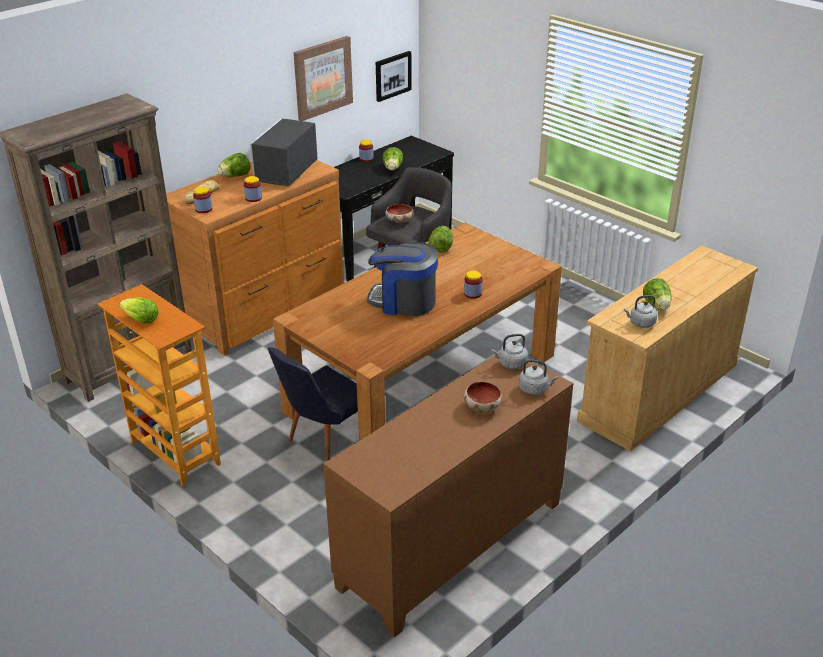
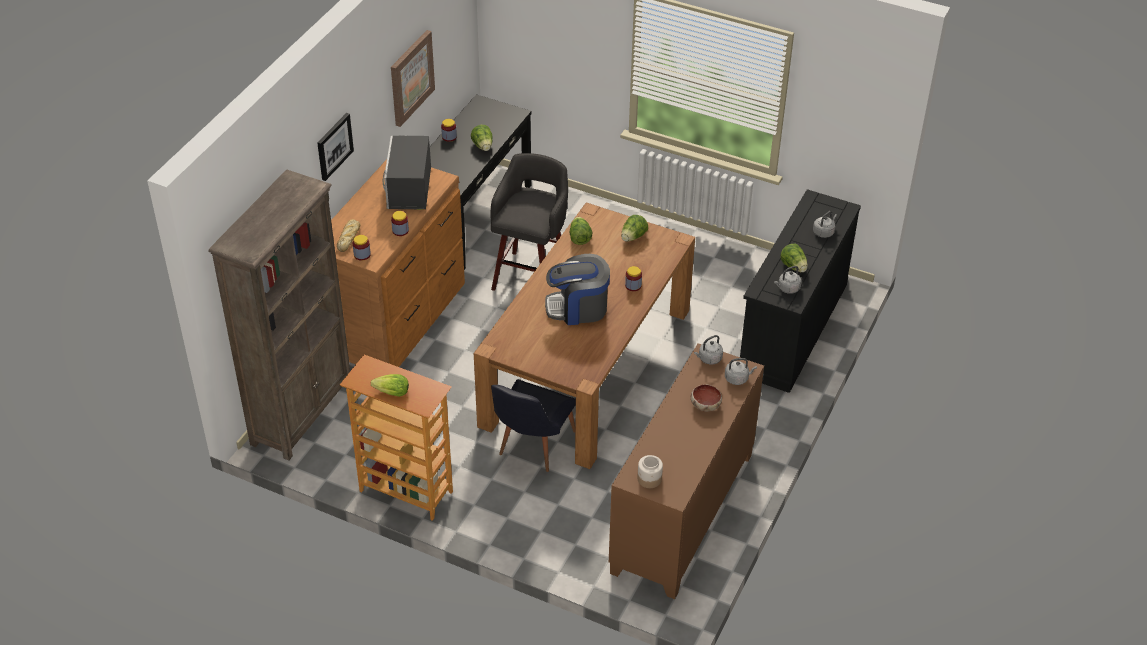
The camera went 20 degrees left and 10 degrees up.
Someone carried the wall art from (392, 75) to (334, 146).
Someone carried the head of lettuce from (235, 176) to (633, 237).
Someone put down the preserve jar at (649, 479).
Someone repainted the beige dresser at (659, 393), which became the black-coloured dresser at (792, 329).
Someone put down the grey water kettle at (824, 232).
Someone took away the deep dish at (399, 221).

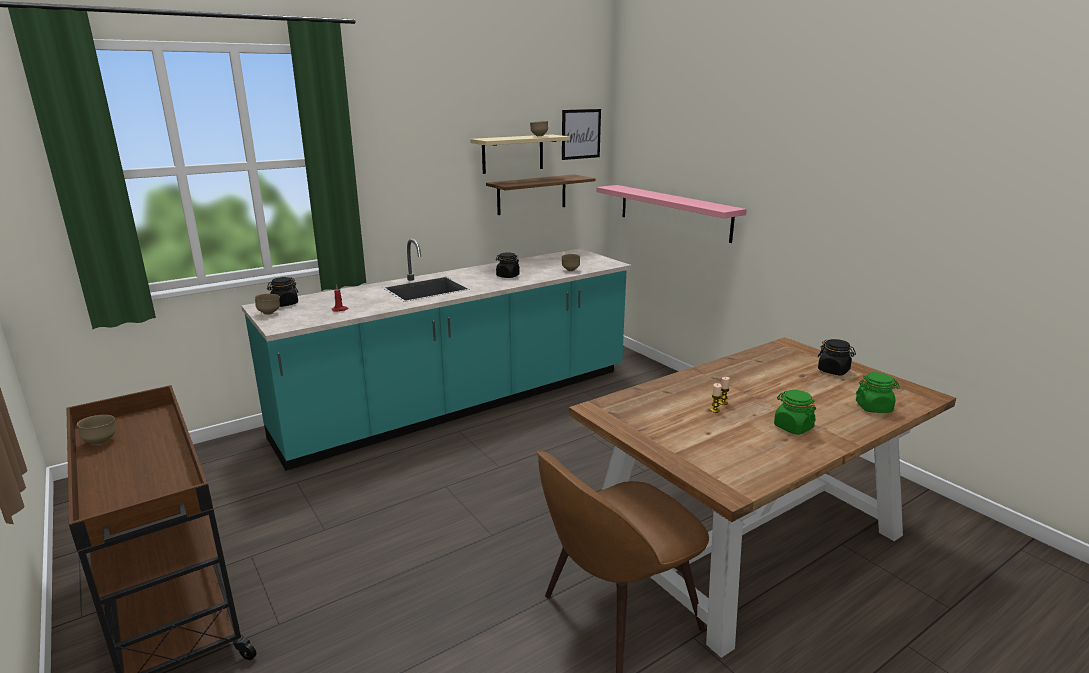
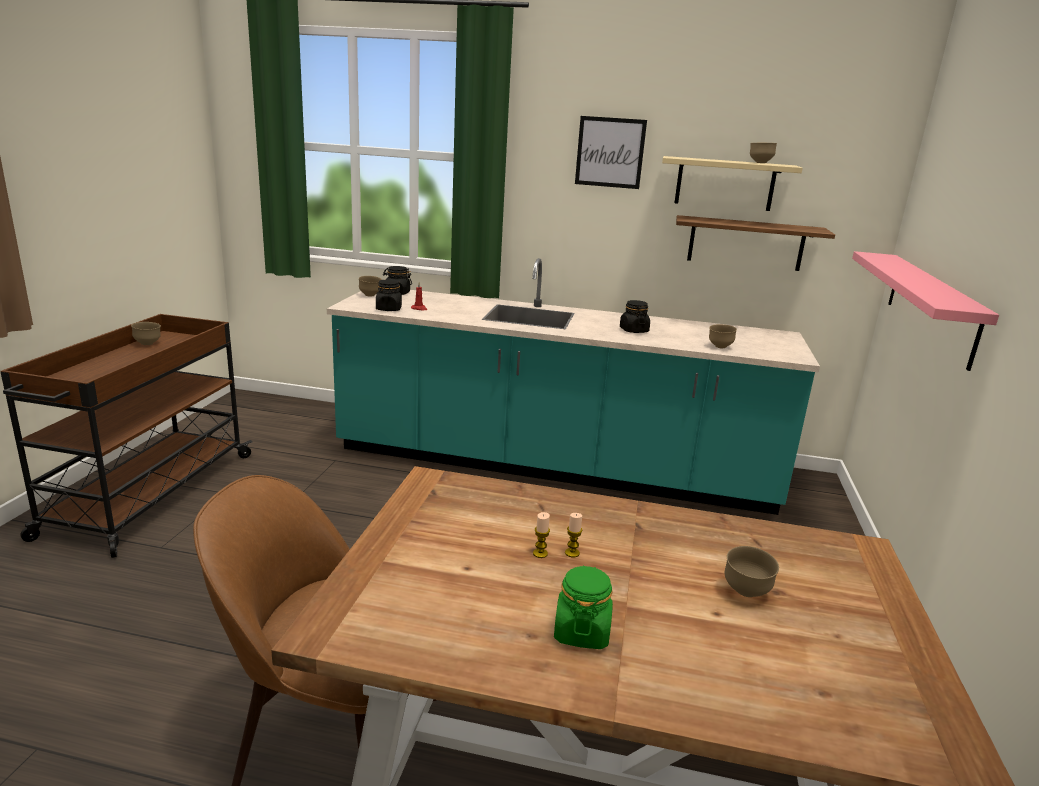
The camera went 45 degrees right and 0 degrees up.
Someone carried the black-coloured preserve jar from (833, 370) to (389, 309).
Someone carried the wall art from (581, 134) to (610, 152).
Someone put down the brown-coloured deep dish at (746, 593).
Someone took away the green-coloured preserve jar at (874, 407).

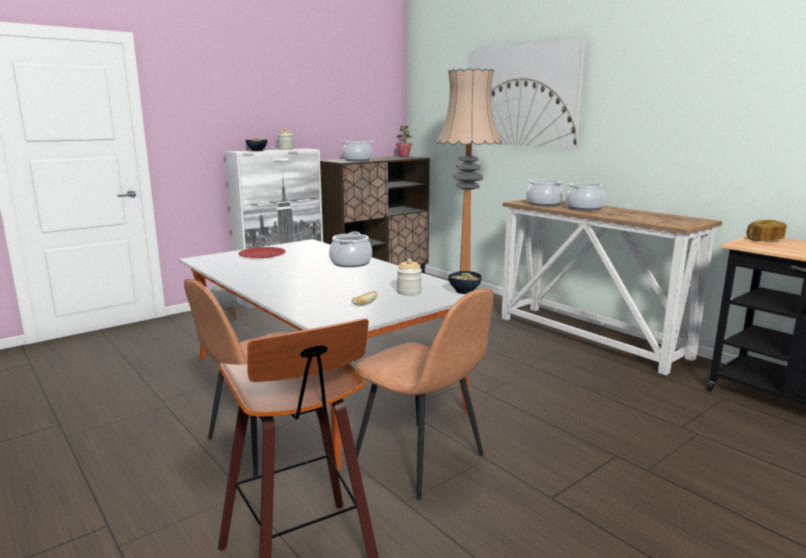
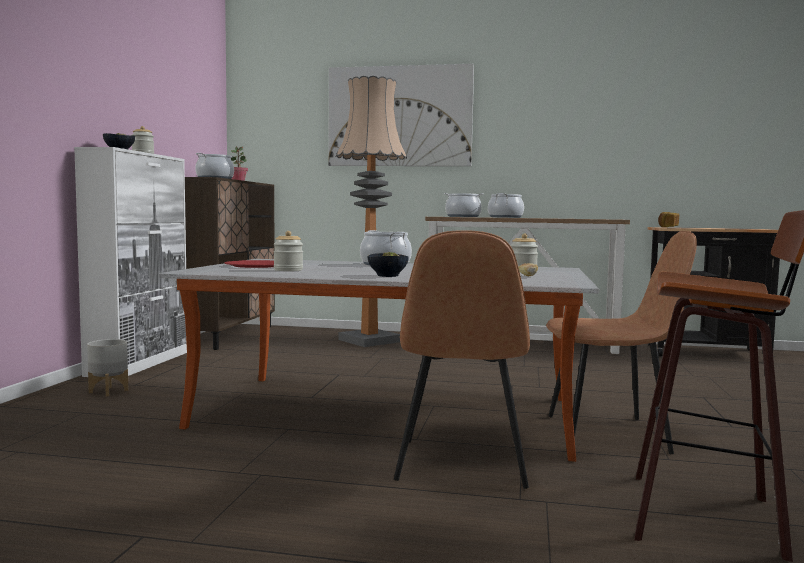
The camera went 40 degrees left and 10 degrees down.
Someone put down the preserve jar at (288, 270).
Someone carried the deep dish from (465, 291) to (388, 276).

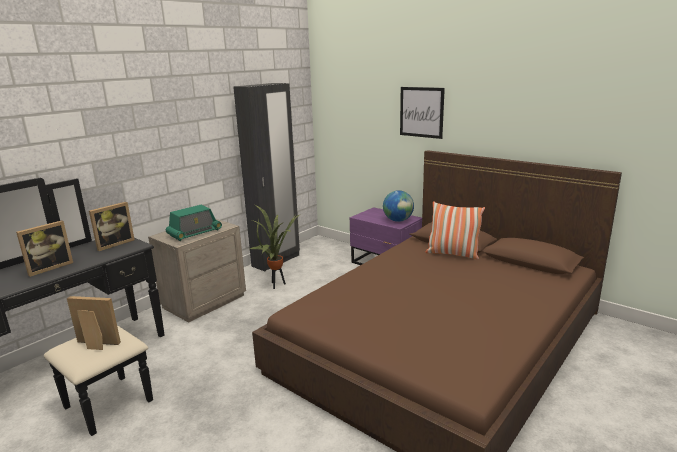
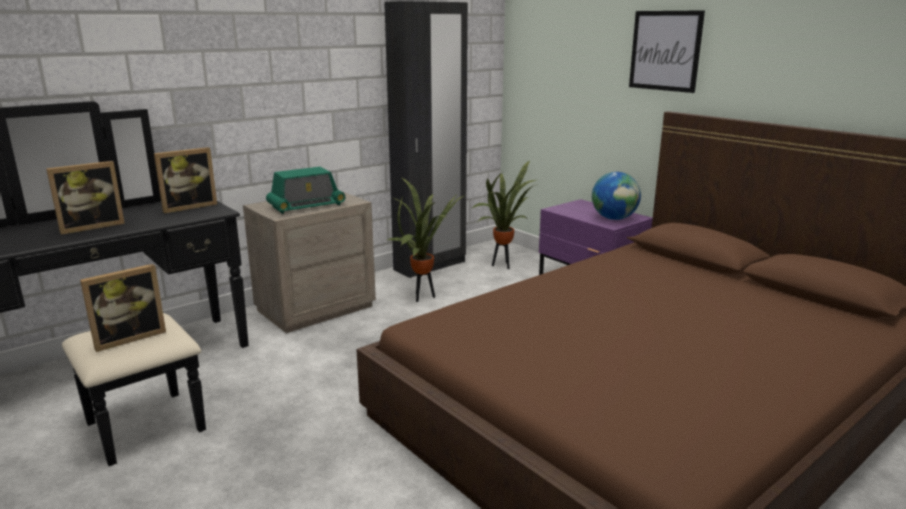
The camera went 10 degrees right and 0 degrees up.
Someone rotated the standing frame at (95, 345) by 120 degrees clockwise.
Someone put down the potted plant at (503, 265).
Someone took away the pillow at (452, 254).

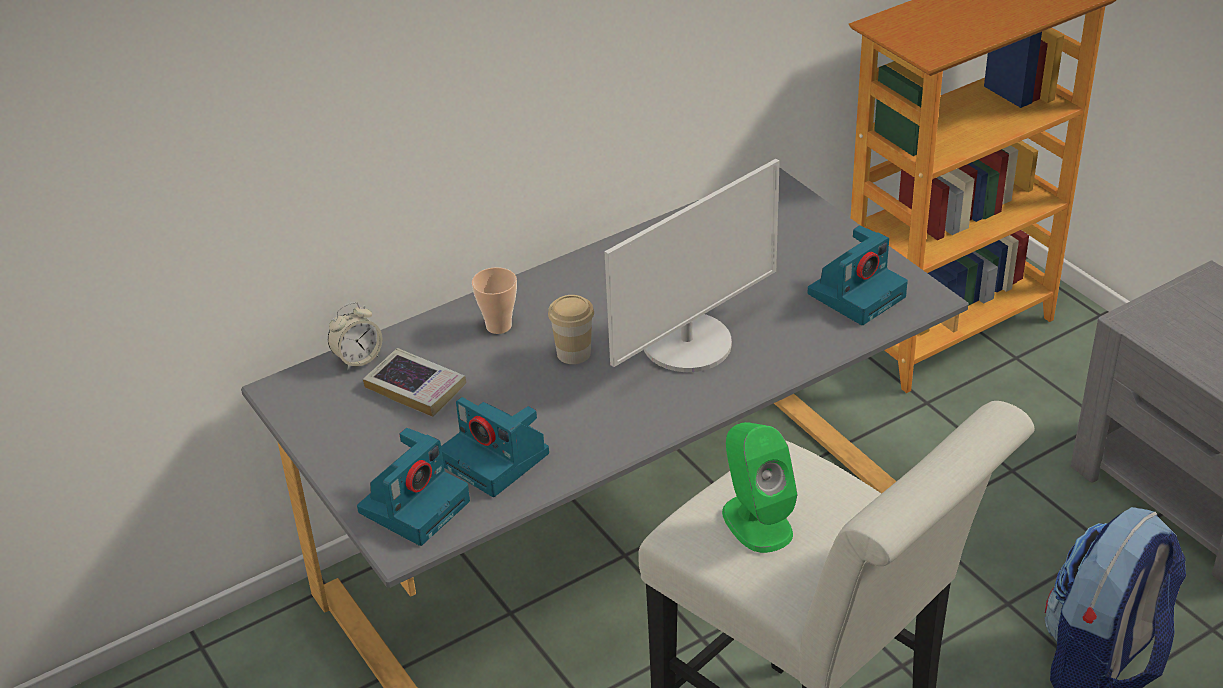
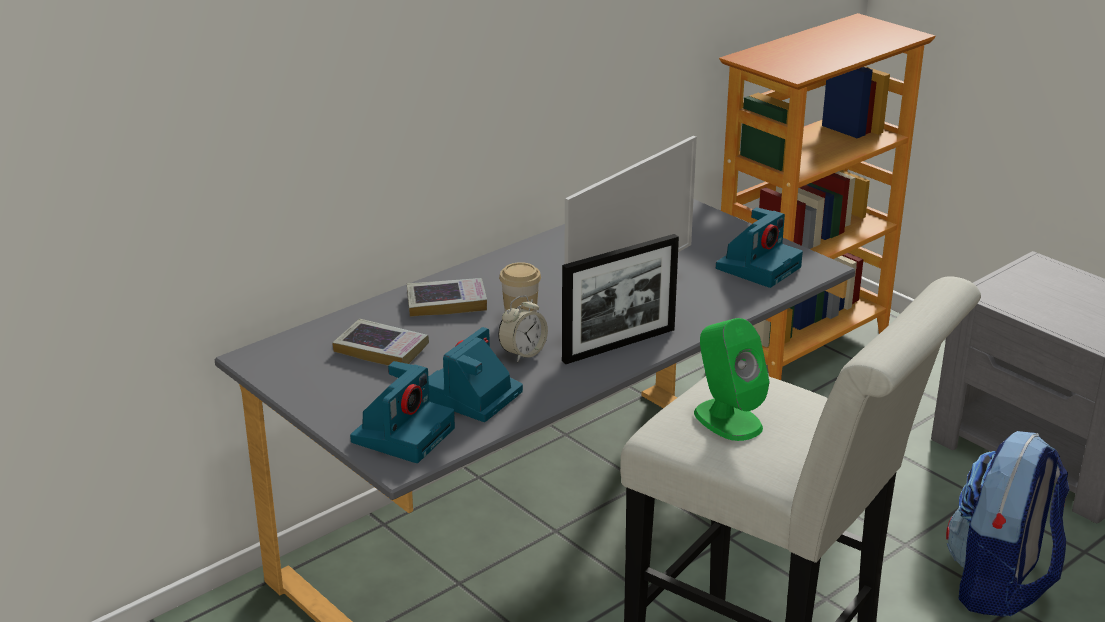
The camera went 10 degrees left and 10 degrees down.
Someone swapped the drinking cup at (498, 326) for the bound book at (446, 303).
Someone rotated the still camera at (498, 460) by 90 degrees clockwise.
Someone carried the alarm clock from (358, 359) to (523, 353).
Someone put down the standing frame at (619, 345).

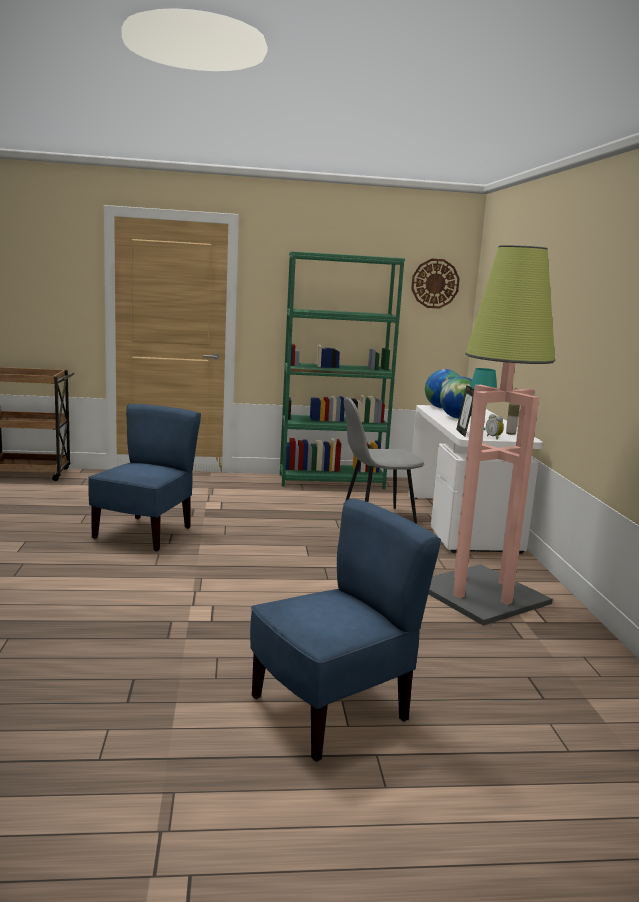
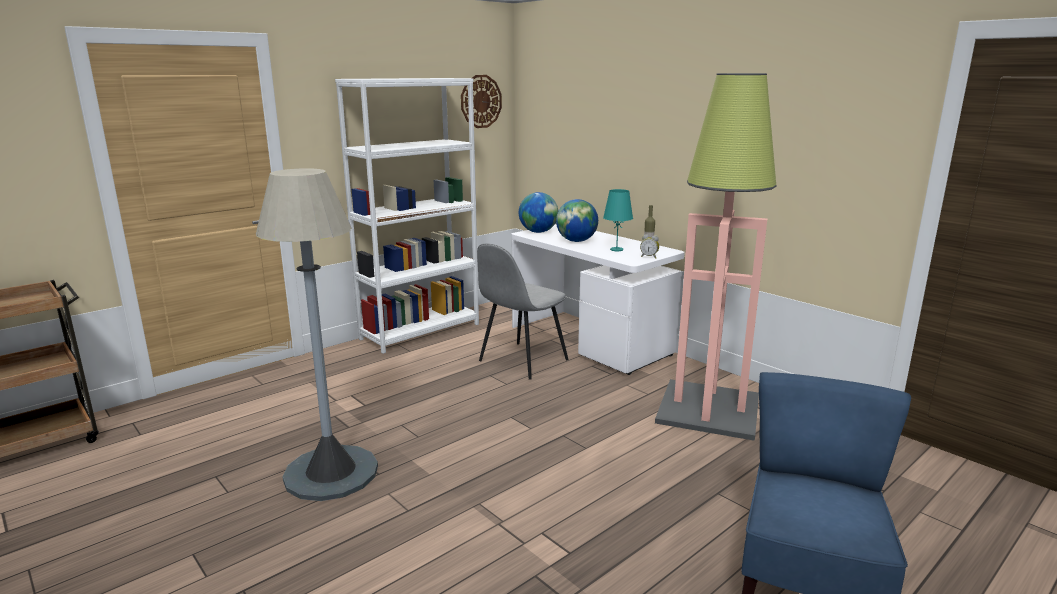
The camera went 35 degrees left and 5 degrees up.
Someone swapped the blue upright chair at (144, 533) for the grey standard lamp at (331, 473).
Someone repainted the green-coloured bookshelf at (331, 481), which became the white bookshelf at (421, 331).
Someone took away the standing frame at (463, 433).

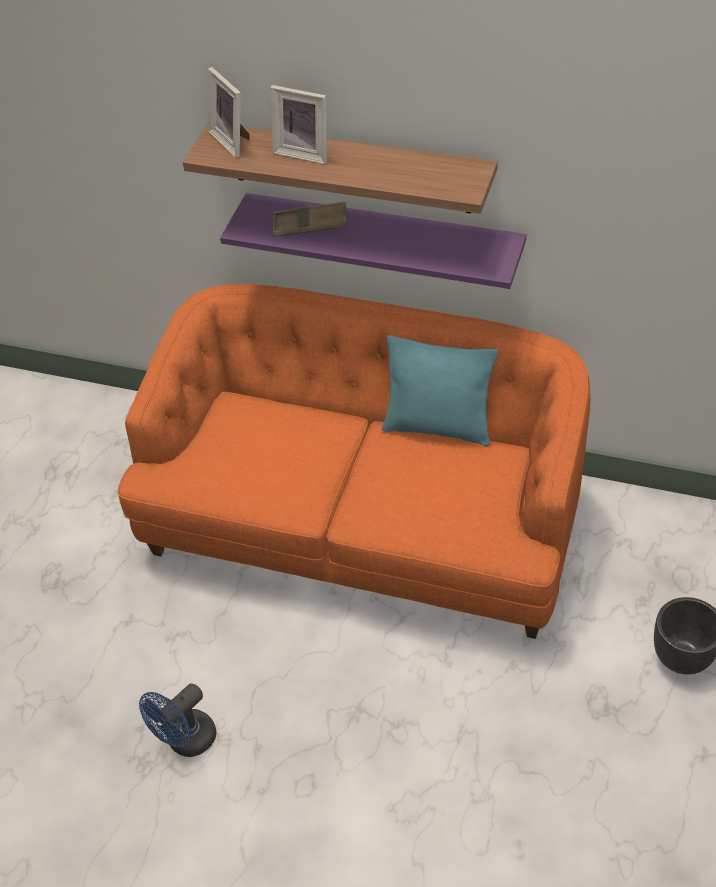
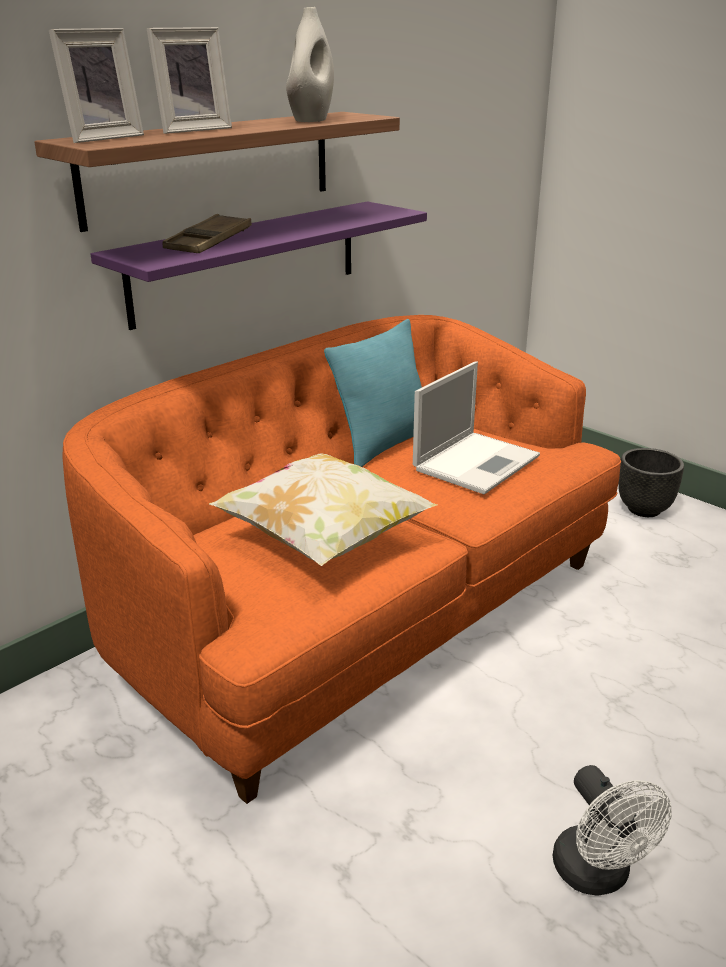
The camera went 65 degrees left and 20 degrees down.
Someone rotated the standing frame at (233, 140) by 45 degrees counterclockwise.
Someone put down the pillow at (324, 540).
Someone put down the white vase at (311, 120).
Someone put down the notebook computer at (477, 462).
Someone repainted the blue electric fan at (185, 742), which became the white electric fan at (598, 876).

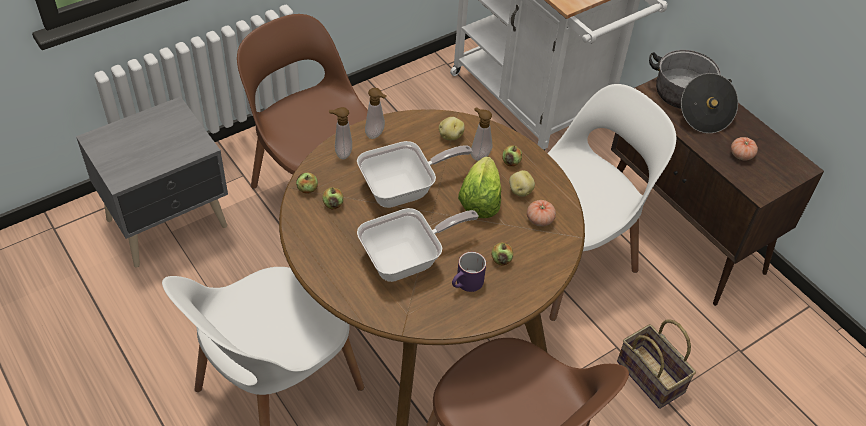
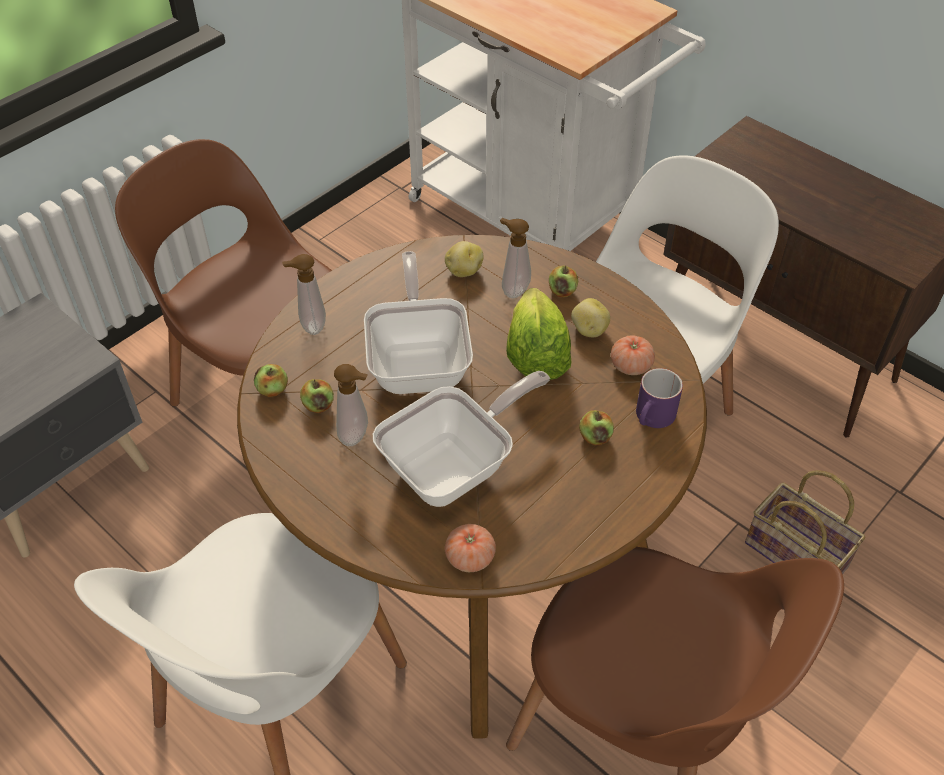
The camera went 10 degrees left and 0 degrees up.
Someone carried the soap dispenser from (376, 134) to (357, 436).
Someone rotated the frying pan at (404, 190) by 60 degrees counterclockwise.
Someone carried the fresh tomato from (741, 155) to (470, 557).
Someone carried the purple tea mug from (466, 284) to (653, 419).
Someone took away the saucepot at (689, 102).

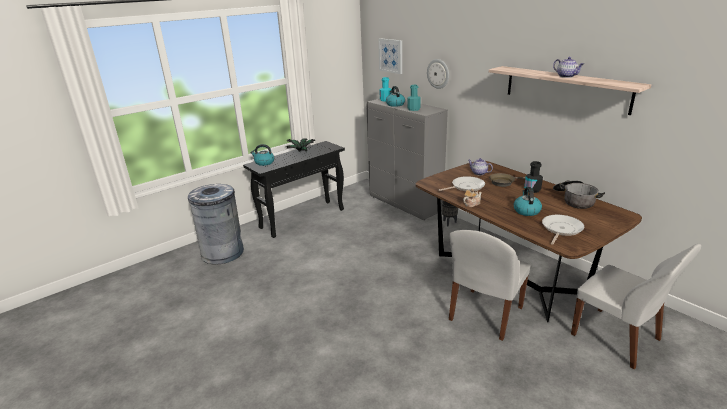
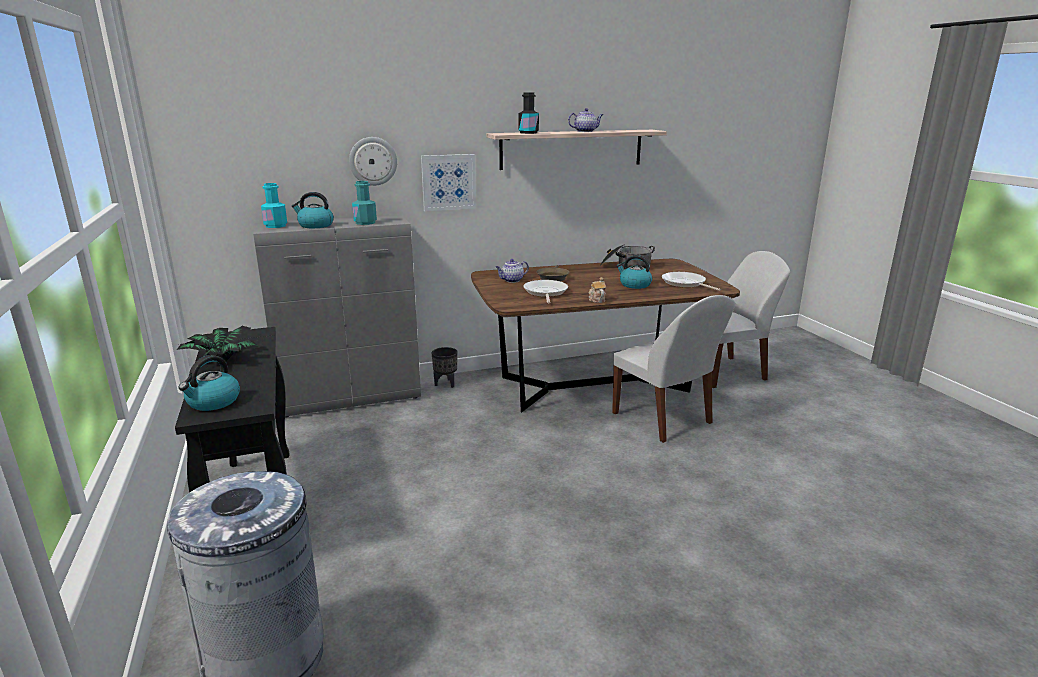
The camera went 70 degrees left and 5 degrees down.
Someone carried the wall art from (391, 55) to (448, 182).
Someone carried the black-coloured drink bottle from (532, 190) to (528, 133).

